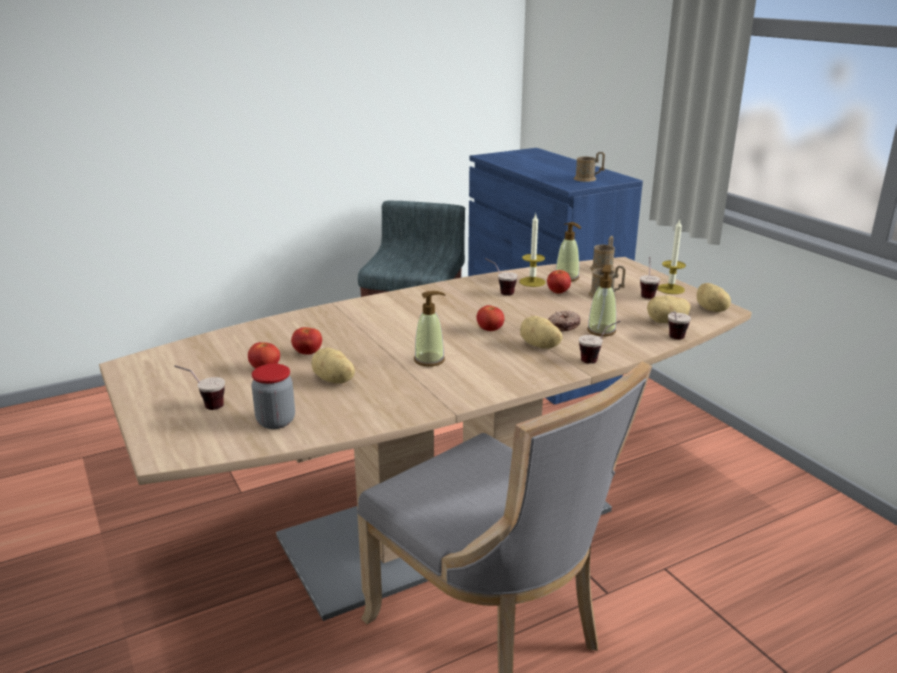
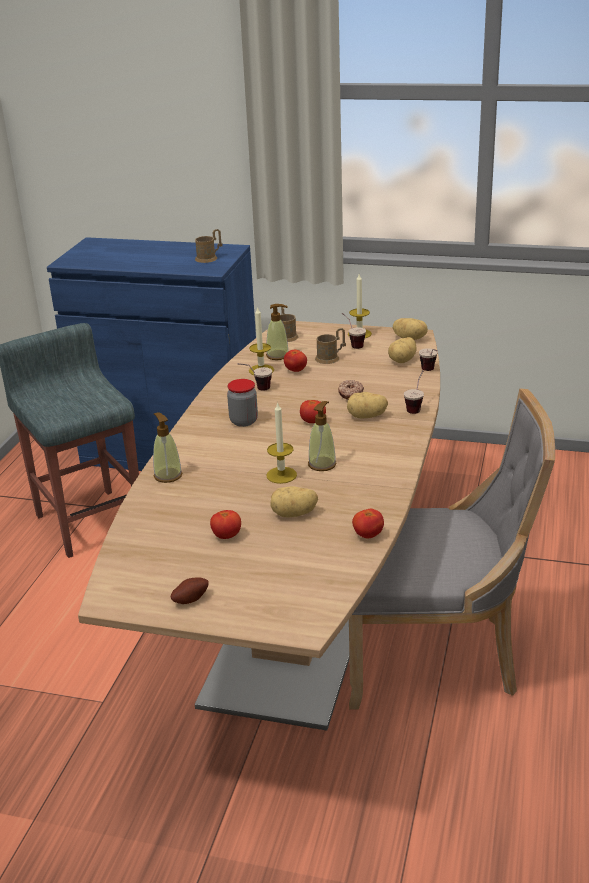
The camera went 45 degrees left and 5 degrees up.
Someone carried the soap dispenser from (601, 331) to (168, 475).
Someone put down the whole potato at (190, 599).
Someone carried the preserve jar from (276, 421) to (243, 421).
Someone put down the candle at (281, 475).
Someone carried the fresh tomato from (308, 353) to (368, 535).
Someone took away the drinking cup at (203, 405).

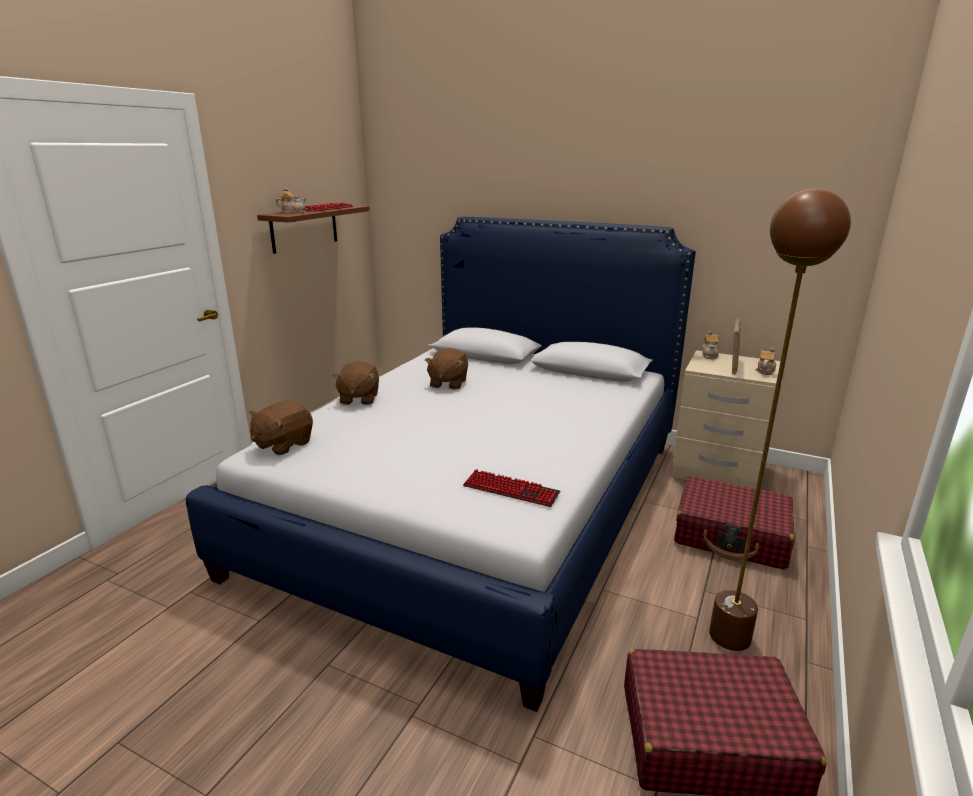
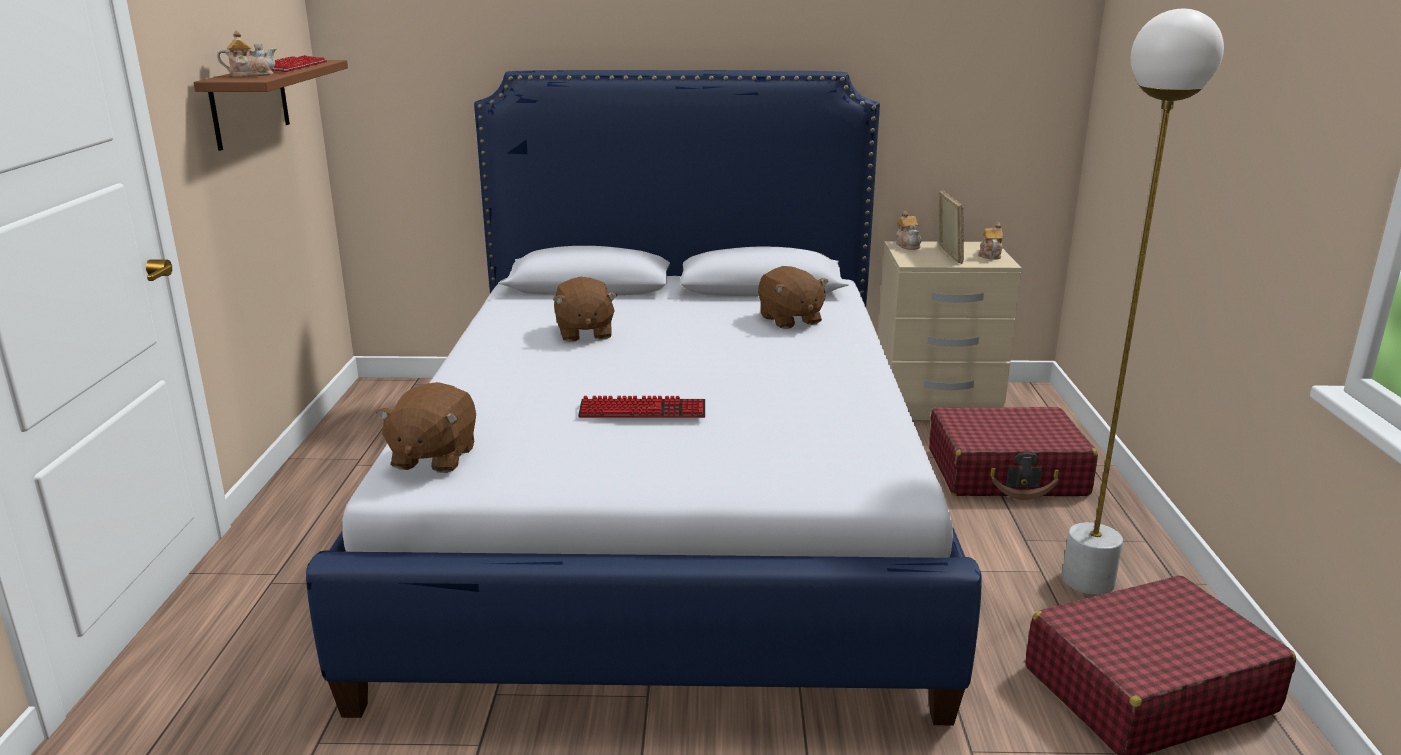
The camera went 25 degrees left and 0 degrees up.
Someone carried the keyboard from (511, 490) to (642, 411).
Someone carried the brown-coloured cuddly toy from (359, 399) to (790, 320).
Someone repainted the brown-coloured standard lamp at (729, 636), which became the white standard lamp at (1088, 581).

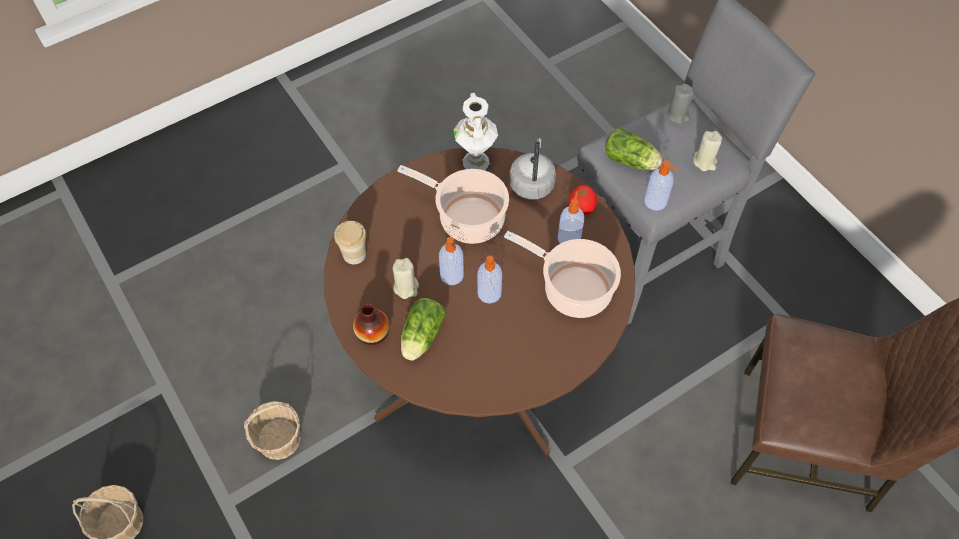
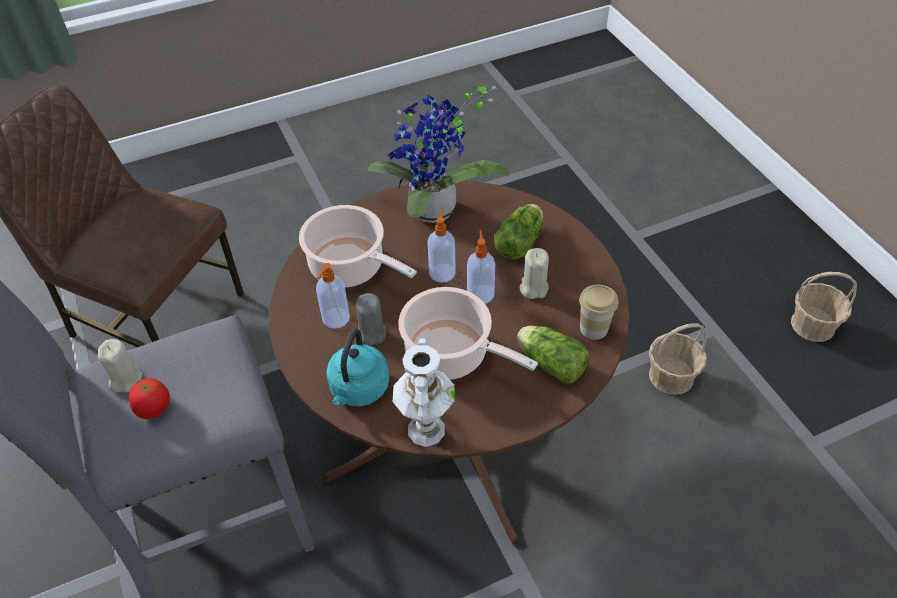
The camera went 170 degrees left and 10 degrees down.
Someone carried the fresh tomato from (581, 208) to (154, 409).
Someone repainted the grey water kettle at (532, 183), which became the turquoise water kettle at (358, 390).
Someone carried the grey candle from (677, 115) to (371, 333).
Someone put down the potted plant at (434, 214).
Someone carried the head of lettuce from (632, 161) to (549, 362).
Someone took away the vase at (372, 333).
Someone took away the soap dispenser at (656, 202).

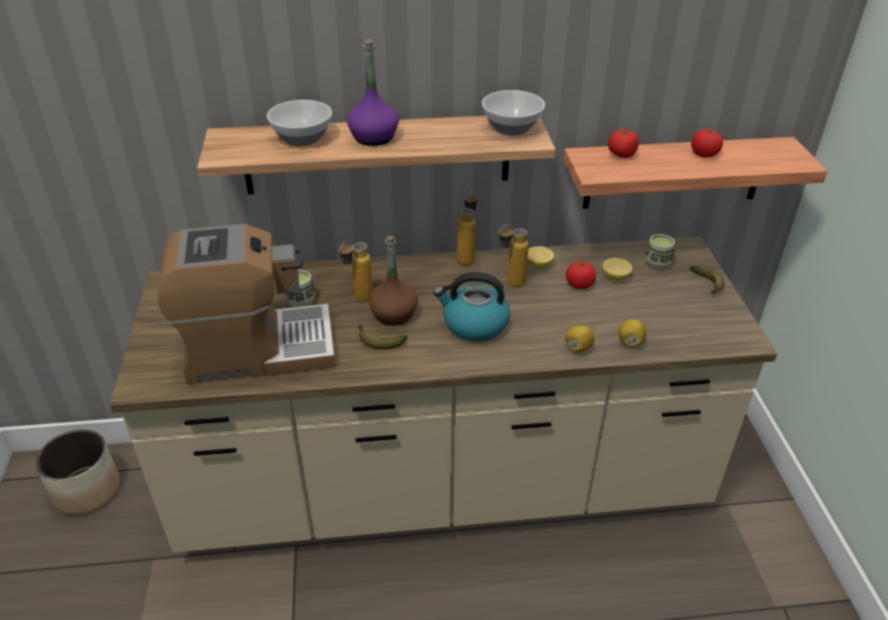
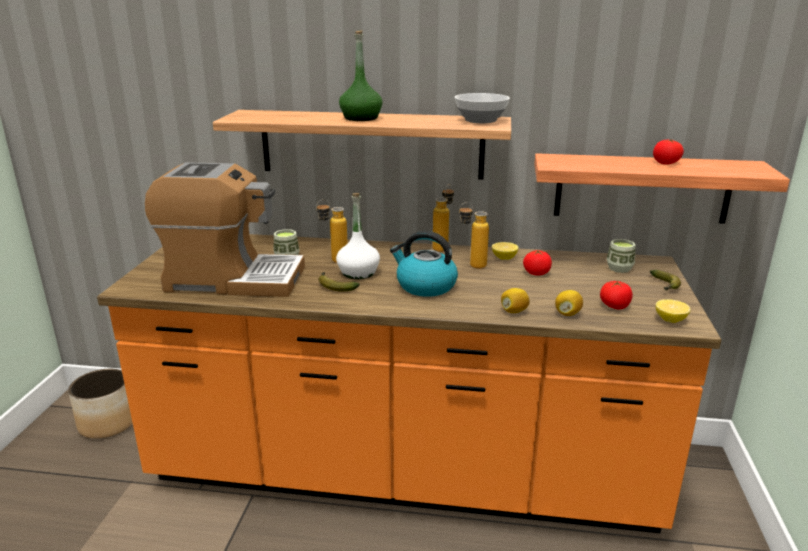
The camera went 15 degrees right and 15 degrees down.
Someone repainted the beige kitchen base unit at (443, 483), which became the orange-coloured kitchen base unit at (404, 471).
Someone repainted the brown-coloured drink bottle at (393, 314), which became the white drink bottle at (358, 272).
Someone repainted the purple drink bottle at (373, 137), which became the green-coloured drink bottle at (361, 118).
Someone carried the fresh tomato from (621, 154) to (614, 306).
Someone carried the citrus fruit from (615, 277) to (670, 320).
Someone took away the deep dish at (303, 137).

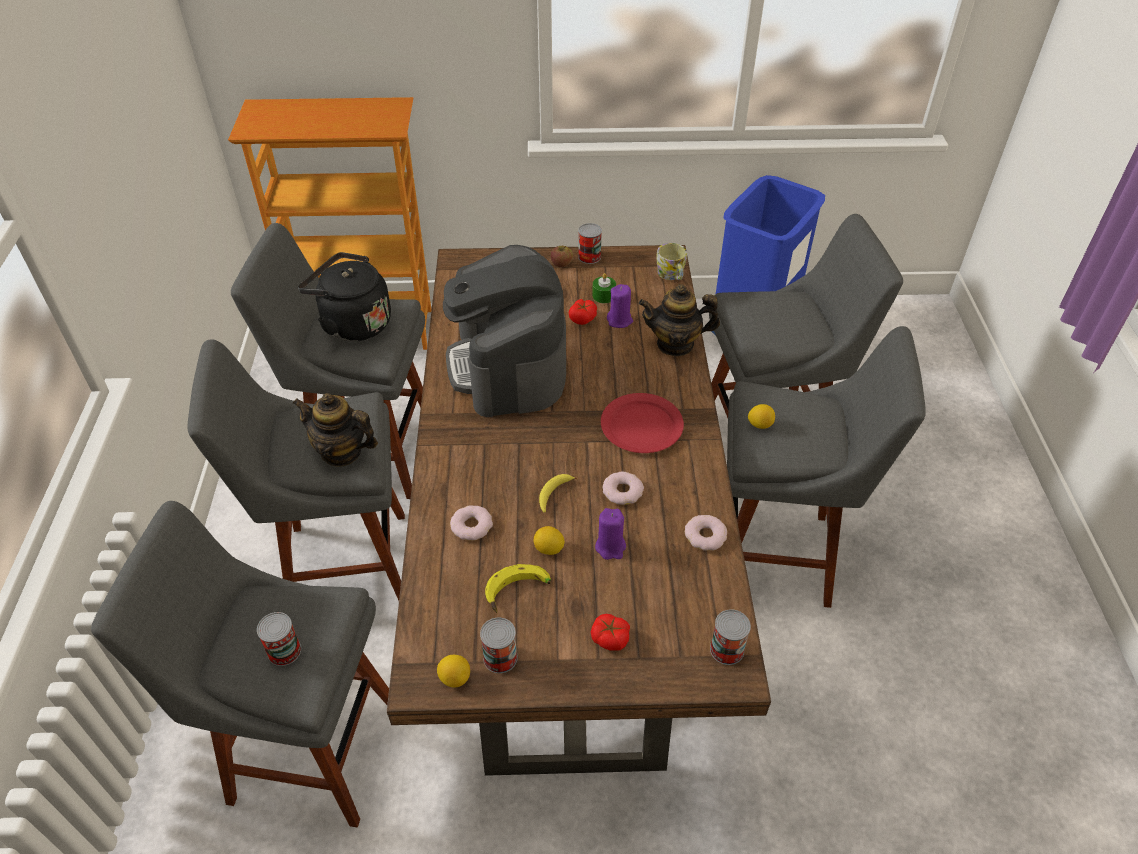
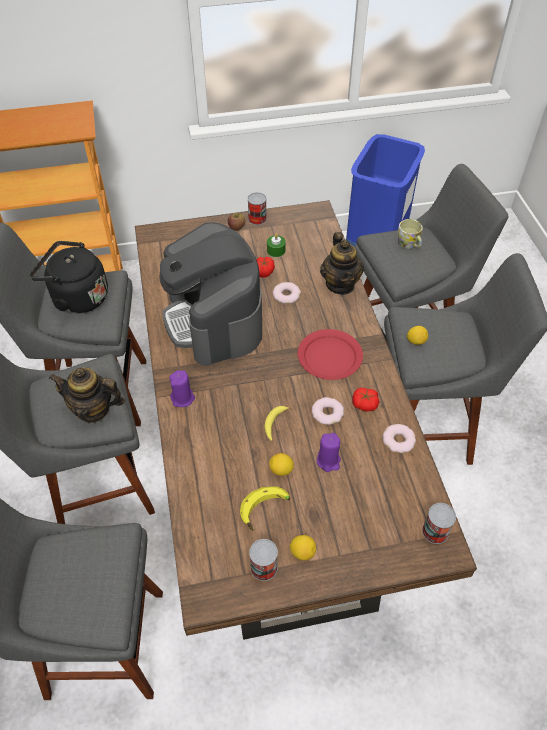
The camera went 10 degrees left and 5 degrees up.
Someone carried the purple candle from (620, 320) to (183, 398).
Someone carried the ring doughnut from (471, 526) to (286, 295).
Someone carried the citrus fruit from (454, 678) to (302, 552).
Someone rotated the tea pot at (675, 344) by 90 degrees counterclockwise.
Someone carried the fresh tomato from (610, 638) to (365, 404).
Someone carried the tea mug from (672, 275) to (409, 244).
Someone took away the can at (284, 651).

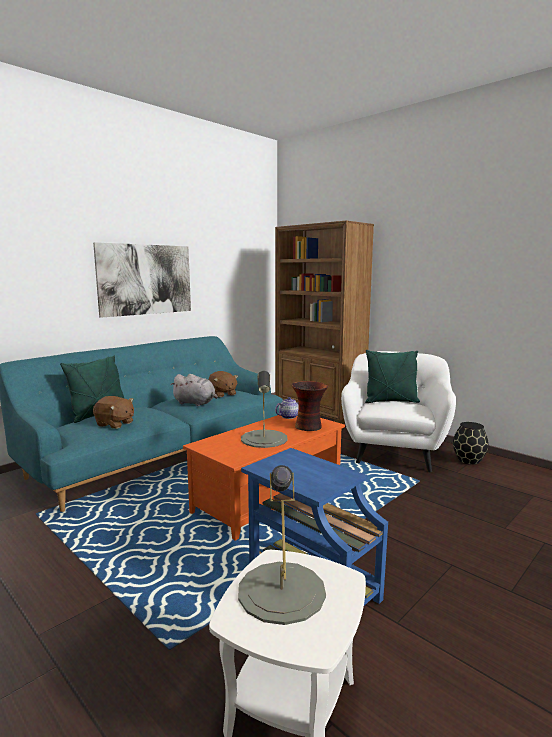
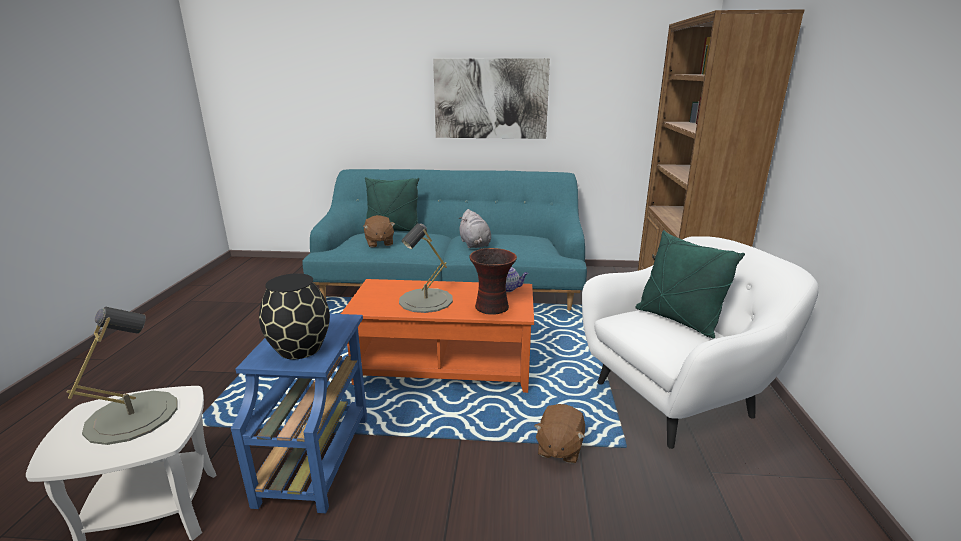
The camera went 50 degrees right and 10 degrees up.
Someone carried the black-coloured vase from (468, 460) to (300, 348).
Someone carried the brown-coloured cuddly toy from (222, 394) to (559, 448).

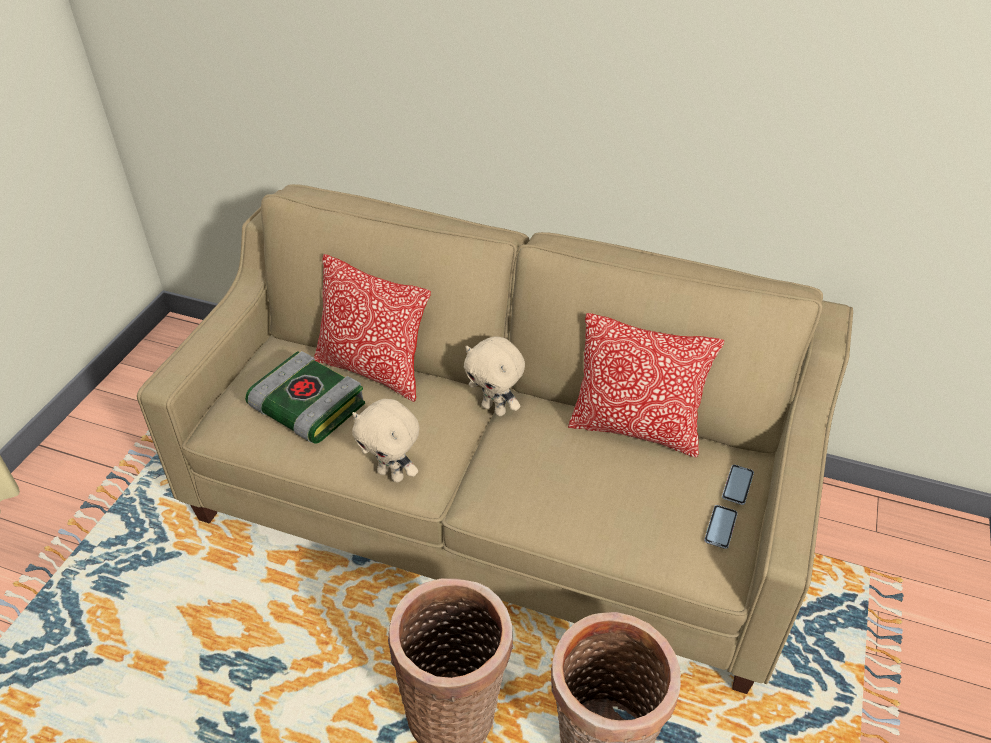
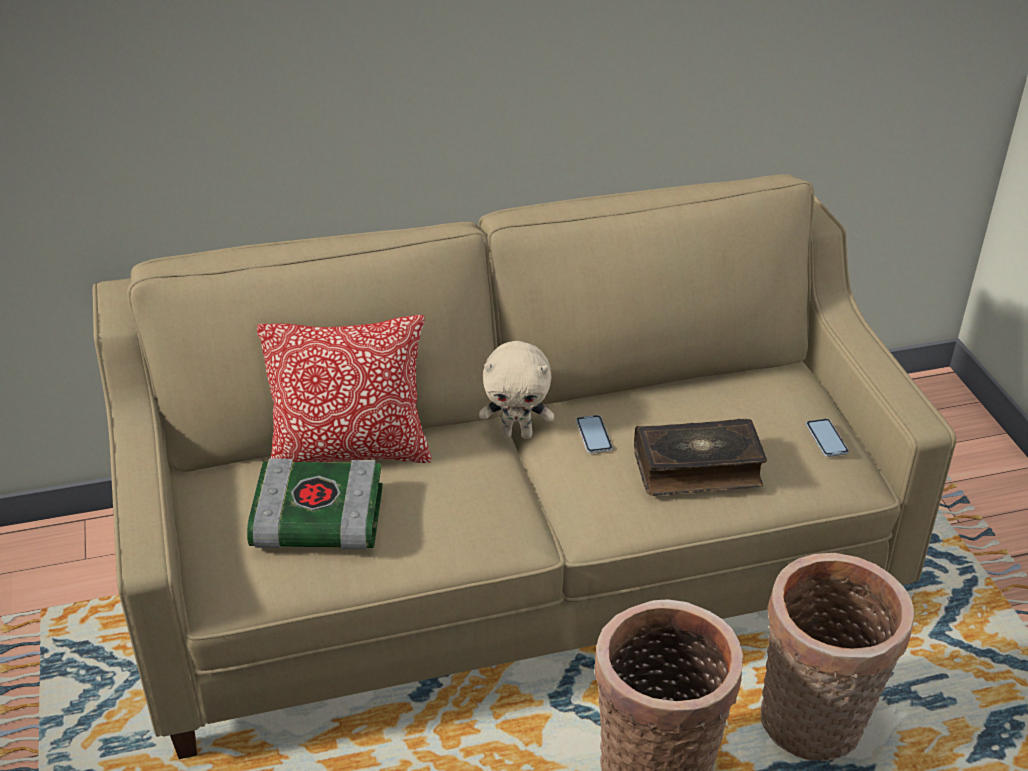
The camera went 35 degrees left and 5 degrees down.
Someone carried the handset from (737, 485) to (594, 435).
Someone put down the bound book at (697, 469).
Someone took away the beige cuddly toy at (392, 474).
Someone took away the pillow at (635, 429).

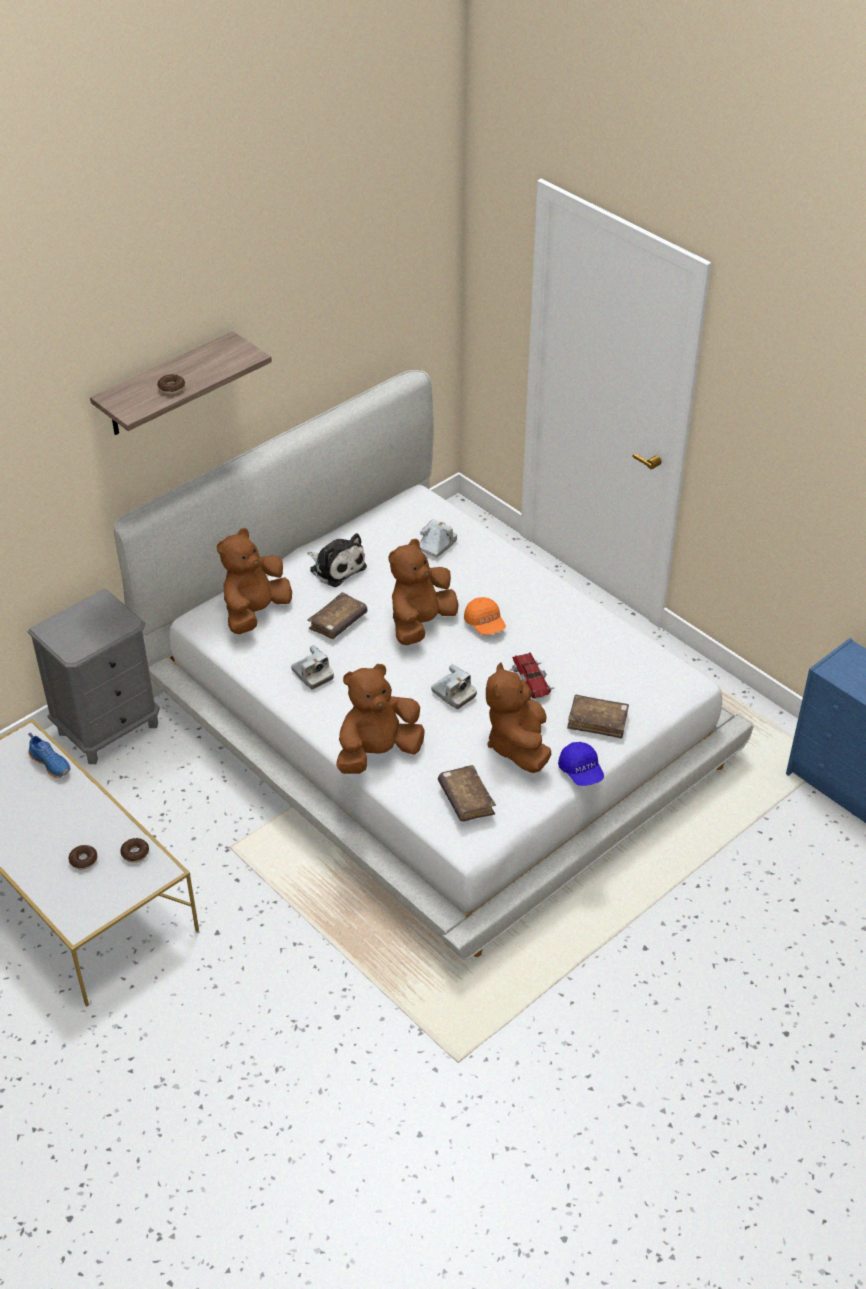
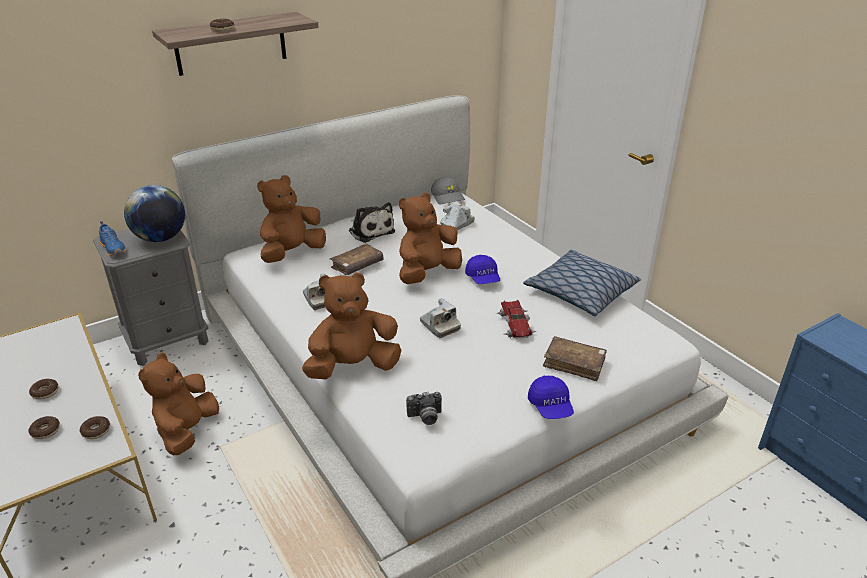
The camera went 10 degrees right and 10 degrees down.
Someone put down the ring doughnut at (45, 392).
Someone carried the blue low shoe from (51, 763) to (114, 248).
Someone put down the desk globe at (161, 238).
Someone carried the brown-coloured cuddly toy from (518, 745) to (187, 431).
Someone swapped the brown-coloured bound book at (466, 799) for the still camera at (425, 417).
Someone put down the grey baseball cap at (448, 197).
Someone repainted the orange-coloured baseball cap at (485, 624), which became the blue baseball cap at (483, 278).
Someone put down the pillow at (580, 293).

